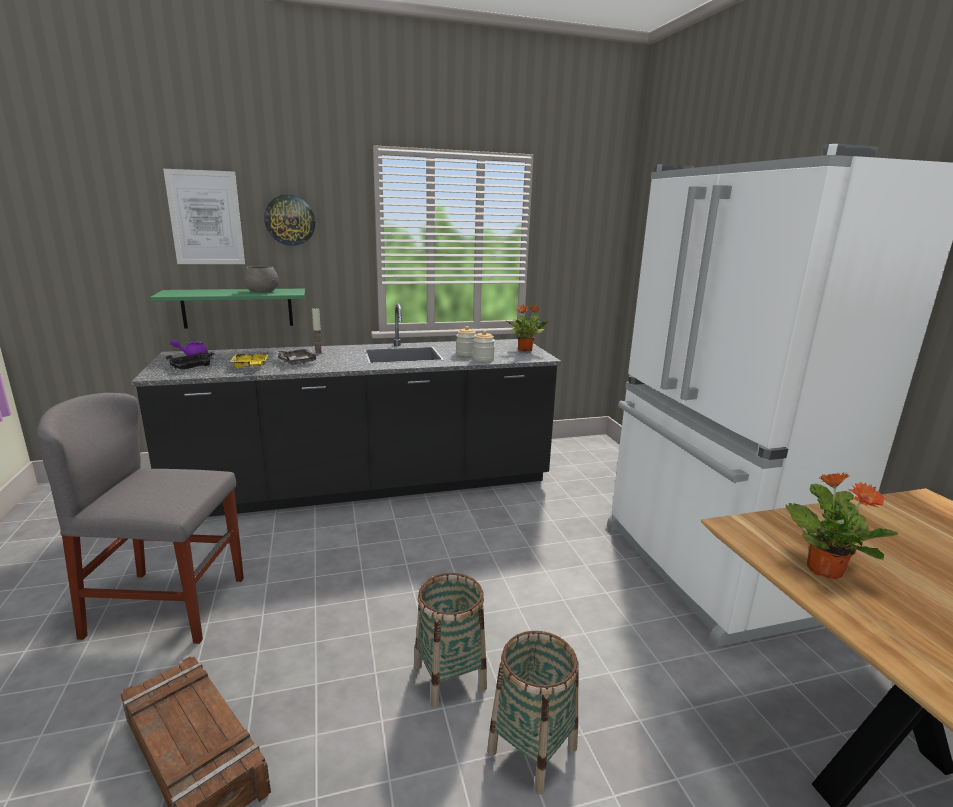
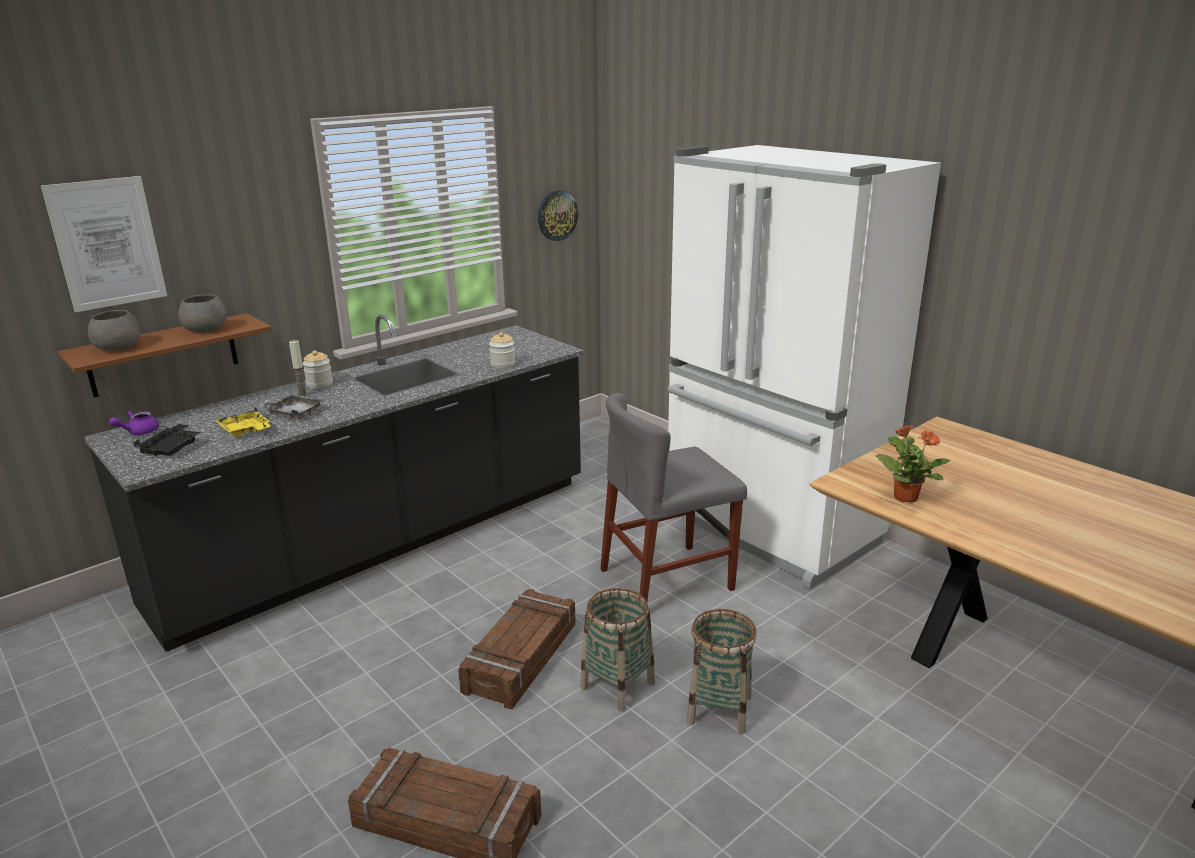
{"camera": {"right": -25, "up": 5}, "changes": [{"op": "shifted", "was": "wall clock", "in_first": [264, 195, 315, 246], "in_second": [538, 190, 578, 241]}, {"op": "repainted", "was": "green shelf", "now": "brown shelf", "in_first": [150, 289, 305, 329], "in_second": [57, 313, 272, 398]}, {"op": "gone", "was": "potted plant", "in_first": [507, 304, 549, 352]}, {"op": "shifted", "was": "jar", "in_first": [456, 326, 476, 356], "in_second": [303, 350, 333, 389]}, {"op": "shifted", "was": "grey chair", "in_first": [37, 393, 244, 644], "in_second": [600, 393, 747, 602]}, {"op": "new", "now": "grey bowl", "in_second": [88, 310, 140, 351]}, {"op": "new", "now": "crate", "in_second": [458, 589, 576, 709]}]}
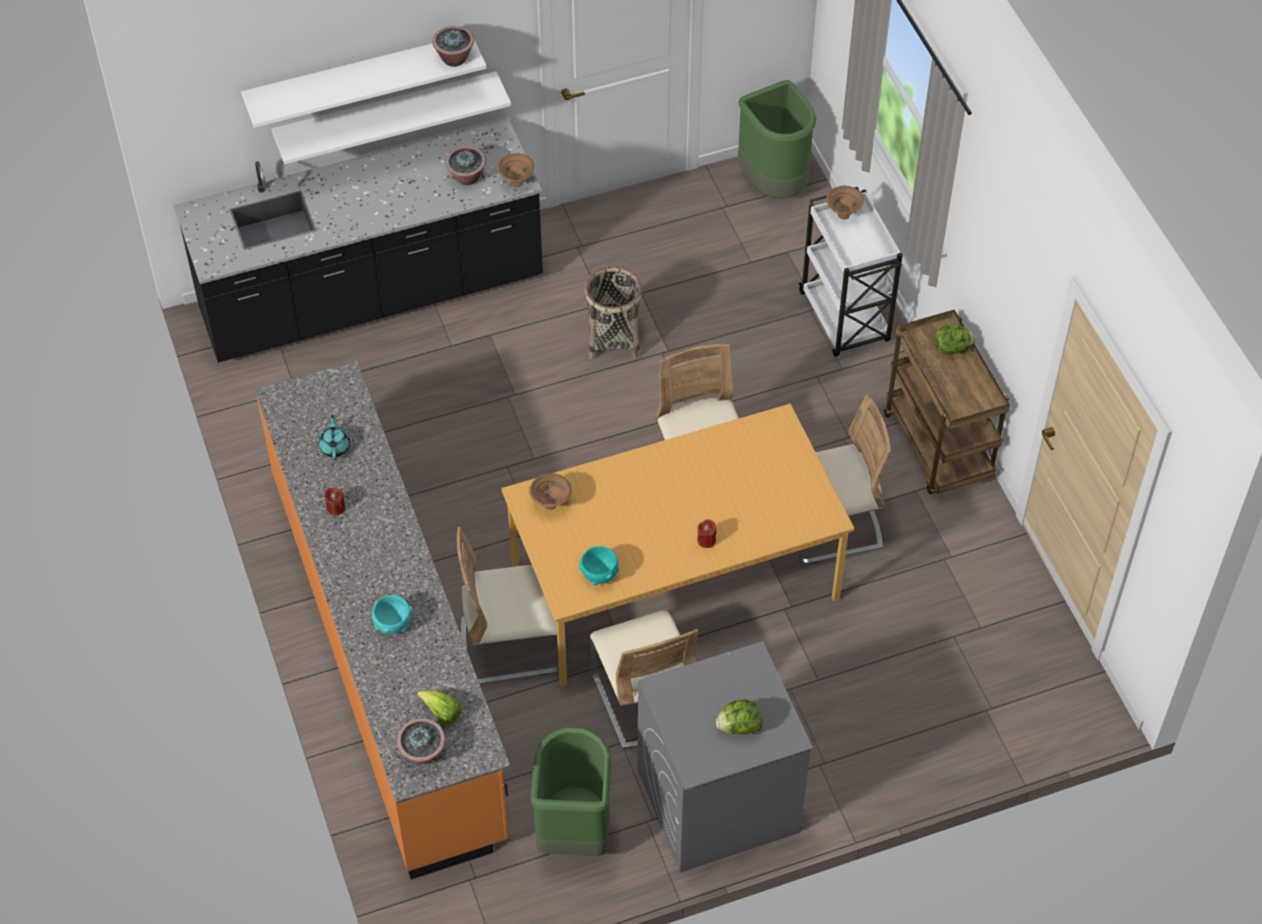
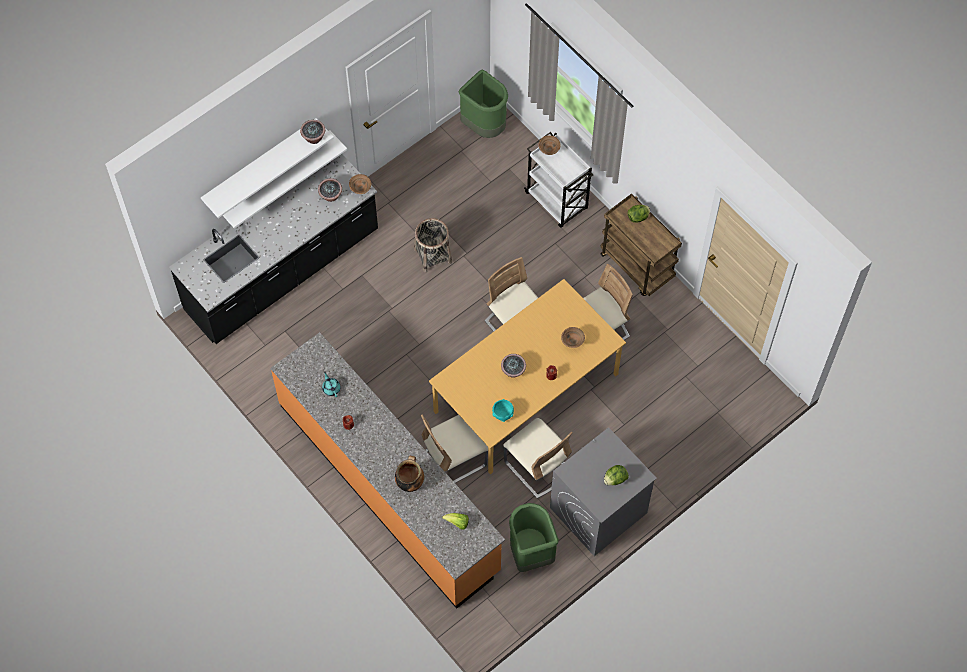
{"camera": {"right": -20, "up": 10}, "changes": [{"op": "shifted", "was": "brown bowl", "in_first": [529, 473, 572, 510], "in_second": [561, 327, 585, 348]}, {"op": "swapped", "was": "turquoise bowl", "now": "cooking pot", "in_first": [372, 595, 412, 634], "in_second": [395, 455, 424, 492]}, {"op": "shifted", "was": "potted plant", "in_first": [397, 718, 445, 765], "in_second": [501, 354, 526, 378]}]}
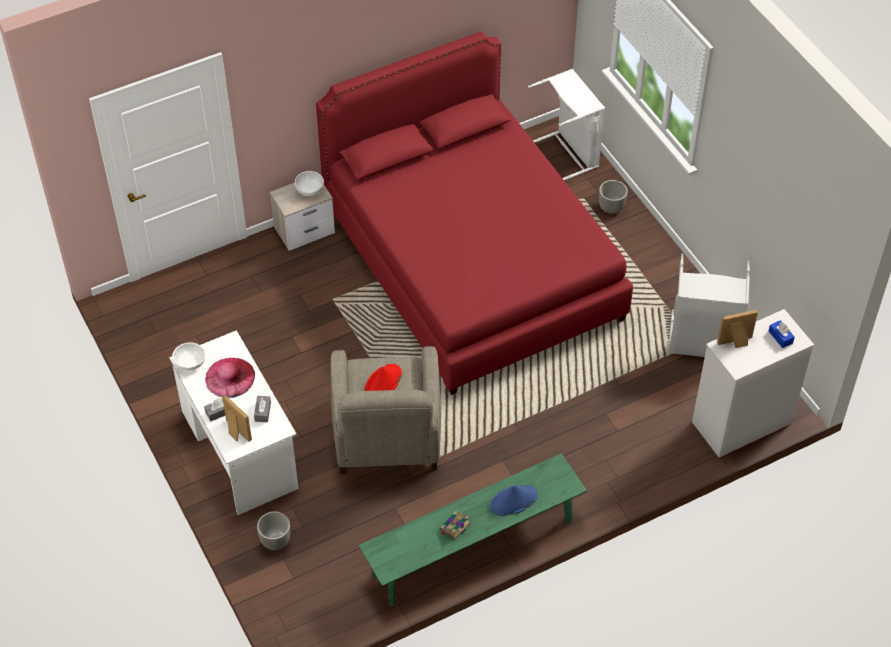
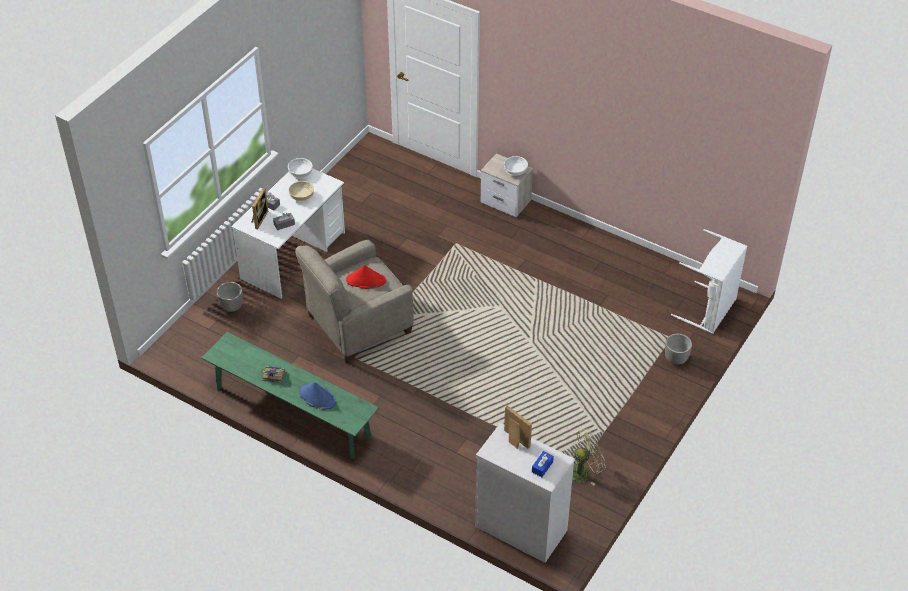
{"camera": {"right": 60, "up": -5}, "changes": [{"op": "gone", "was": "red bed", "in_first": [316, 31, 633, 395]}, {"op": "swapped", "was": "grey laundry basket", "now": "green fan", "in_first": [668, 254, 750, 357], "in_second": [572, 429, 606, 485]}, {"op": "swapped", "was": "pink hat", "now": "beige bowl", "in_first": [205, 358, 255, 398], "in_second": [288, 181, 314, 201]}]}
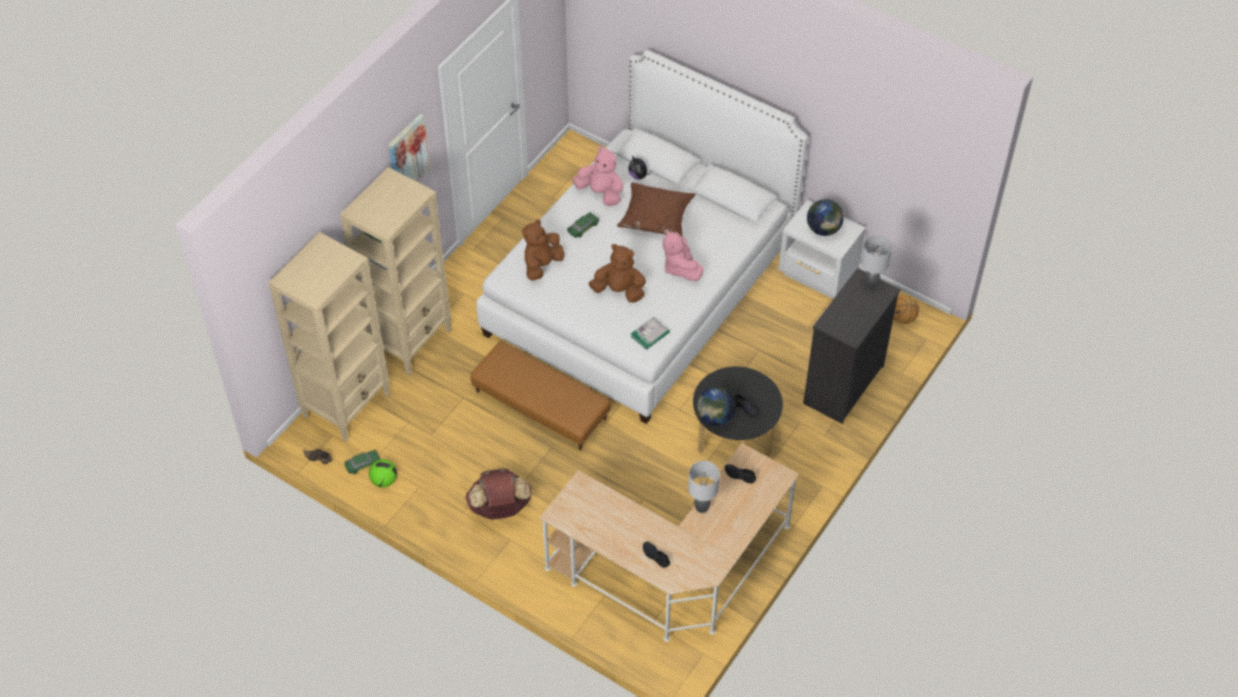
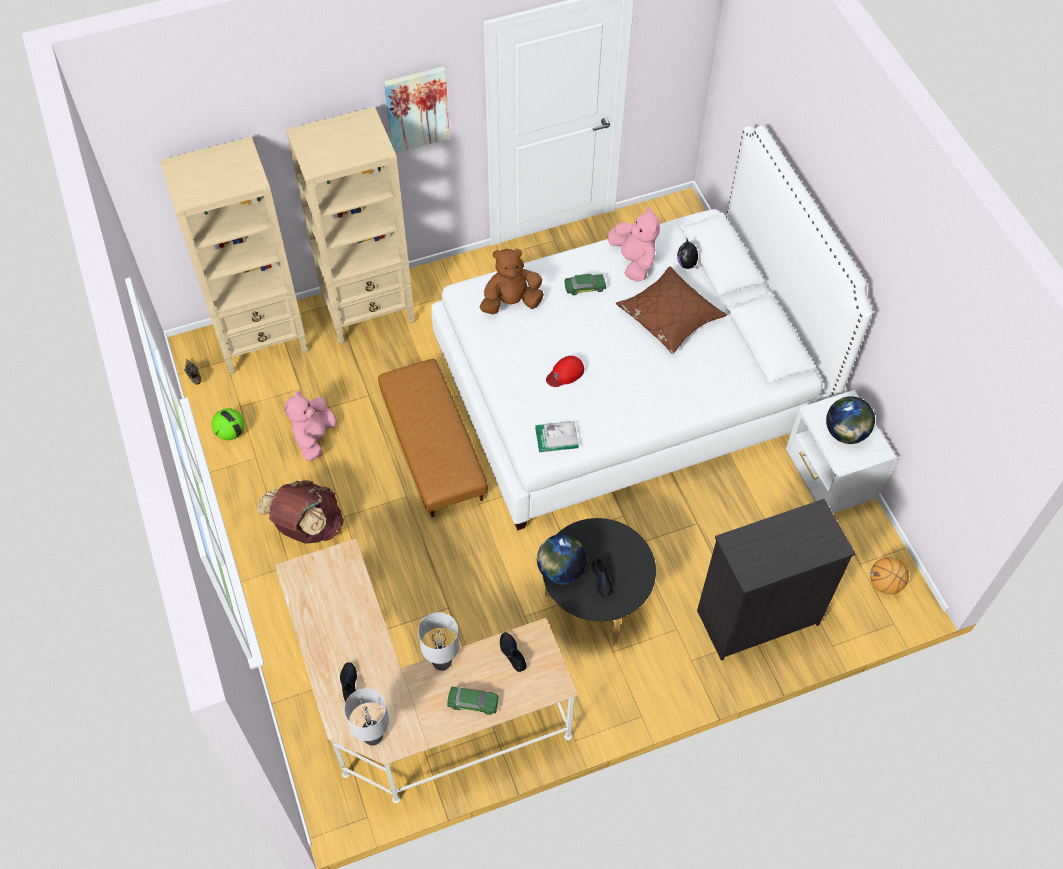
{"camera": {"right": 35, "up": 5}, "changes": [{"op": "shifted", "was": "pink plush toy", "in_first": [663, 229, 703, 281], "in_second": [285, 391, 337, 461]}, {"op": "shifted", "was": "grey table lamp", "in_first": [861, 235, 892, 289], "in_second": [344, 688, 389, 746]}, {"op": "swapped", "was": "brown plush toy", "now": "red cap", "in_first": [589, 244, 646, 303], "in_second": [546, 356, 584, 387]}, {"op": "shifted", "was": "green toy car", "in_first": [344, 450, 380, 474], "in_second": [447, 687, 498, 715]}]}
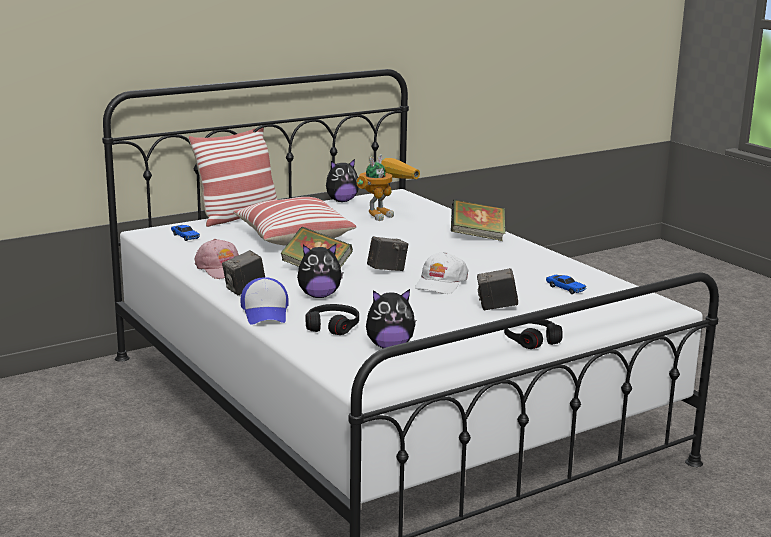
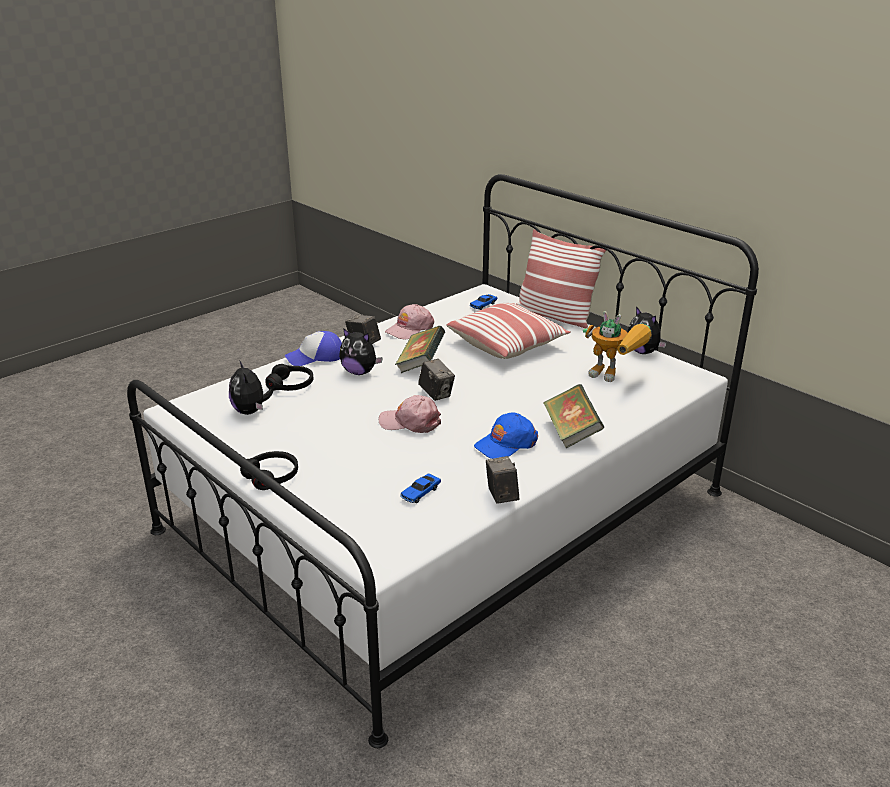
{"camera": {"right": 80, "up": 10}, "changes": [{"op": "rotated", "was": "plush toy", "in_first": [297, 244, 343, 298], "in_second": [339, 328, 383, 375], "clockwise": -45}, {"op": "repainted", "was": "white cap", "now": "pink cap", "in_first": [415, 252, 469, 294], "in_second": [379, 395, 441, 433]}, {"op": "shifted", "was": "photo camera", "in_first": [477, 268, 518, 310], "in_second": [486, 456, 519, 504]}, {"op": "new", "now": "blue cap", "in_second": [474, 412, 538, 459]}]}
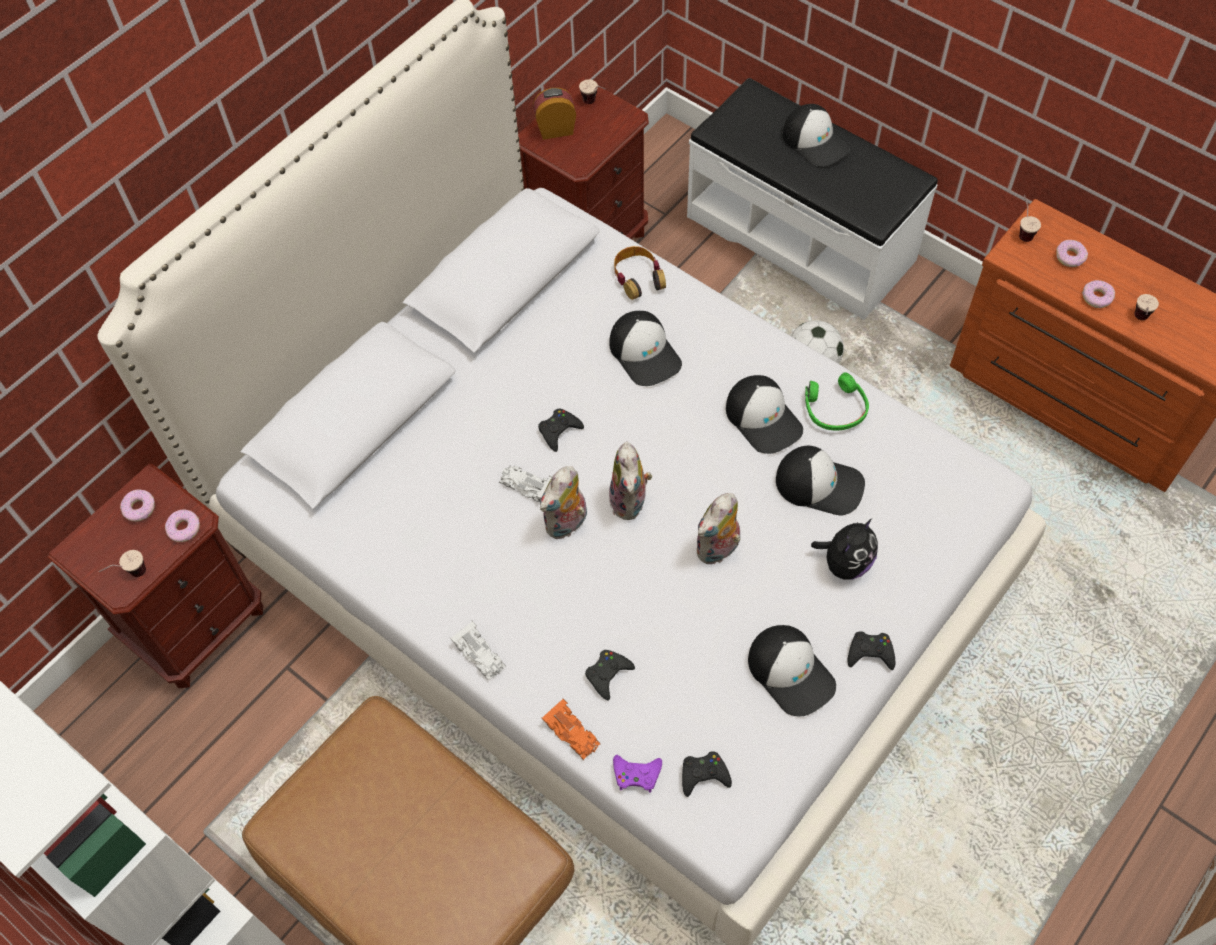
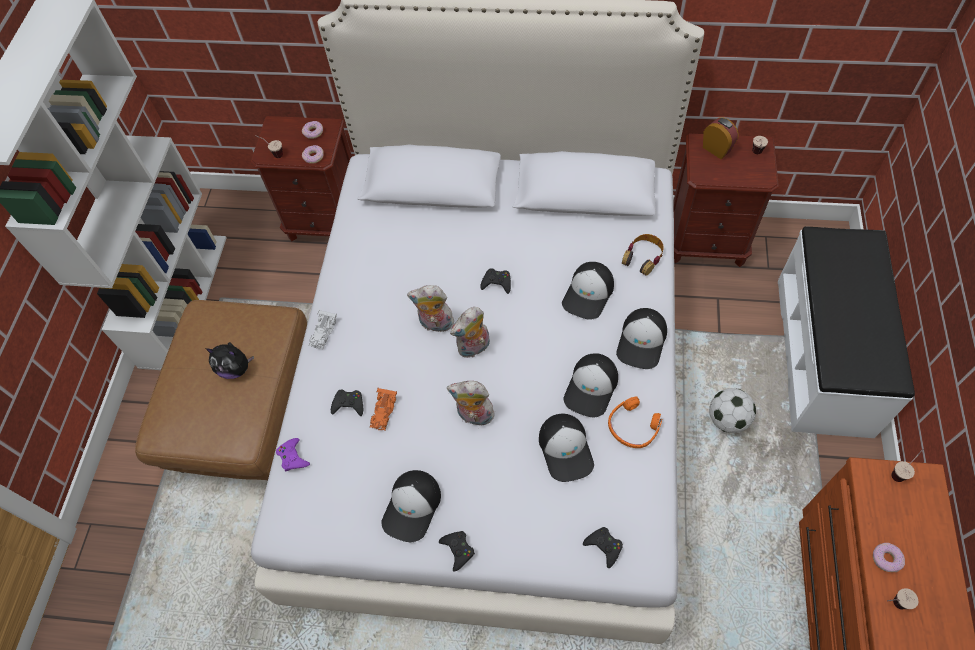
{"camera": {"right": 60, "up": 0}, "changes": [{"op": "shifted", "was": "cap", "in_first": [783, 104, 850, 167], "in_second": [616, 308, 667, 369]}, {"op": "gone", "was": "donut", "in_first": [1056, 240, 1088, 267]}, {"op": "repainted", "was": "green headphones", "now": "orange headphones", "in_first": [805, 372, 869, 430], "in_second": [608, 396, 662, 448]}, {"op": "gone", "was": "white toy car", "in_first": [499, 466, 552, 502]}, {"op": "shifted", "was": "plush toy", "in_first": [811, 519, 878, 580], "in_second": [205, 342, 254, 379]}, {"op": "shifted", "was": "orange toy car", "in_first": [541, 699, 601, 760], "in_second": [370, 388, 397, 430]}, {"op": "shifted", "was": "black game controller", "in_first": [682, 751, 732, 797], "in_second": [583, 527, 623, 568]}]}
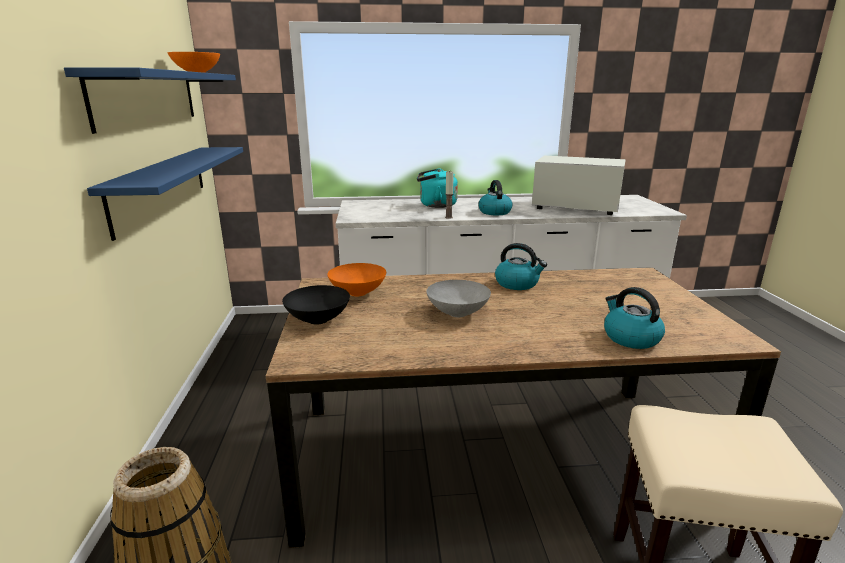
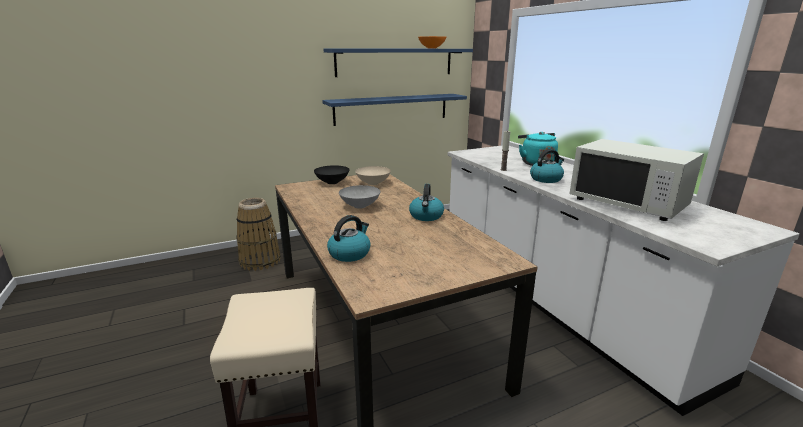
{"camera": {"right": 70, "up": 0}, "changes": [{"op": "rotated", "was": "white microwave", "in_first": [532, 156, 626, 215], "in_second": [569, 139, 704, 221], "clockwise": 135}, {"op": "repainted", "was": "orange bowl", "now": "beige bowl", "in_first": [327, 263, 386, 296], "in_second": [355, 166, 391, 185]}]}
